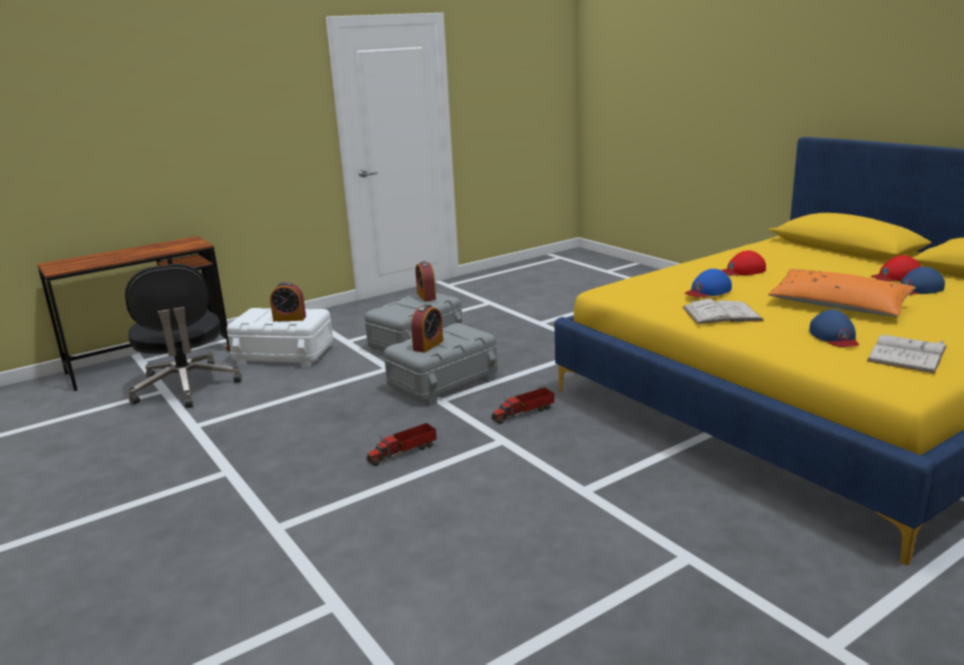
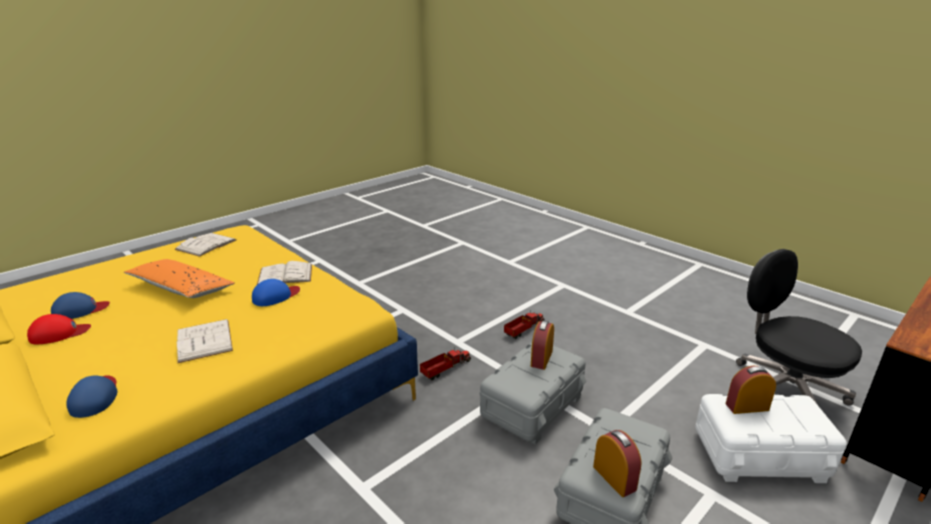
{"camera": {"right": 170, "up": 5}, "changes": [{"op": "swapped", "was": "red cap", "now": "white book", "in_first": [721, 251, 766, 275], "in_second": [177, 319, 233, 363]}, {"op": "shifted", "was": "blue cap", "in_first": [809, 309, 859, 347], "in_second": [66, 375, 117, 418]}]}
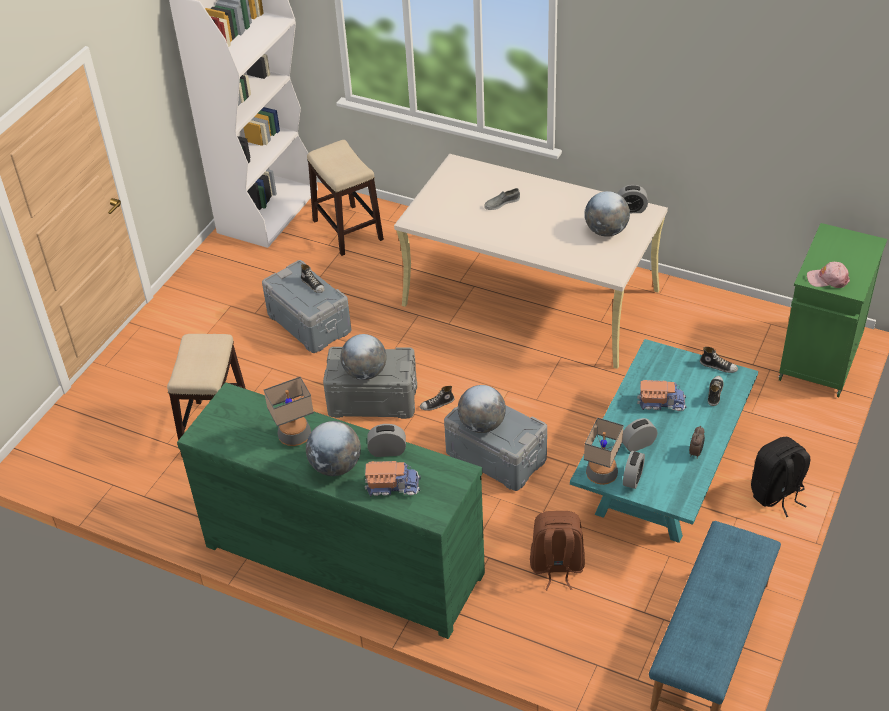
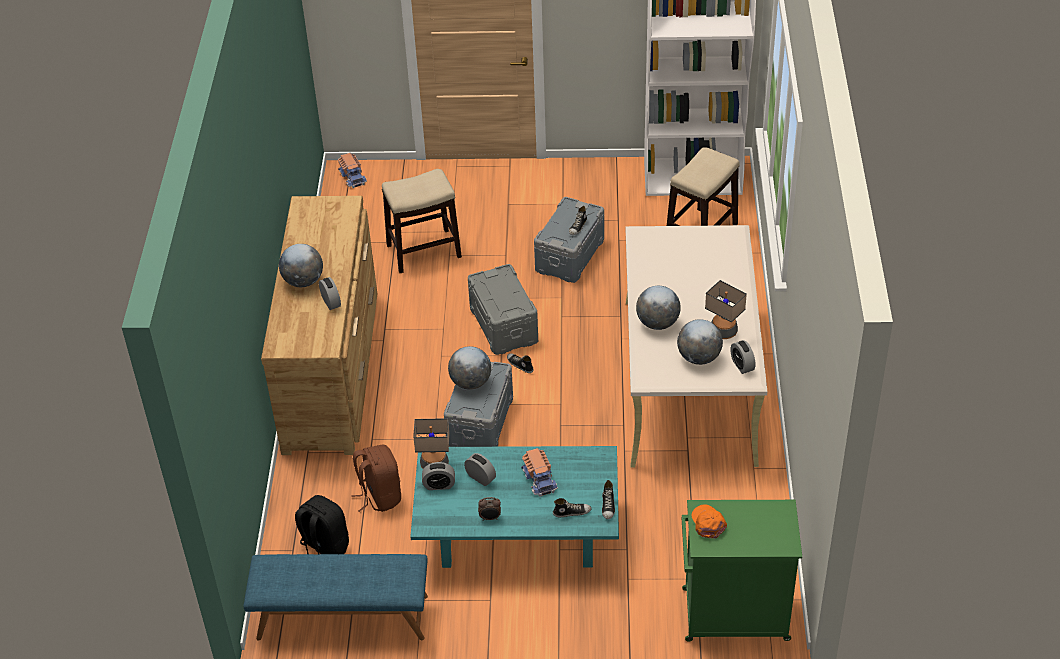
{"camera": {"right": 65, "up": 0}, "changes": [{"op": "gone", "was": "grey shoe", "in_first": [484, 188, 520, 210]}, {"op": "repainted", "was": "pink cap", "now": "orange cap", "in_first": [807, 262, 850, 288], "in_second": [692, 504, 727, 539]}, {"op": "shifted", "was": "globe", "in_first": [340, 334, 387, 380], "in_second": [636, 286, 681, 330]}, {"op": "shifted", "was": "table lamp", "in_first": [264, 377, 314, 446], "in_second": [705, 280, 747, 339]}, {"op": "repainted", "was": "green dresser", "now": "brown dresser", "in_first": [177, 382, 485, 639], "in_second": [261, 196, 377, 455]}, {"op": "shifted", "was": "black backpack", "in_first": [751, 436, 810, 517], "in_second": [295, 495, 349, 554]}, {"op": "shifted", "was": "toy truck", "in_first": [365, 461, 421, 496], "in_second": [338, 153, 367, 188]}]}
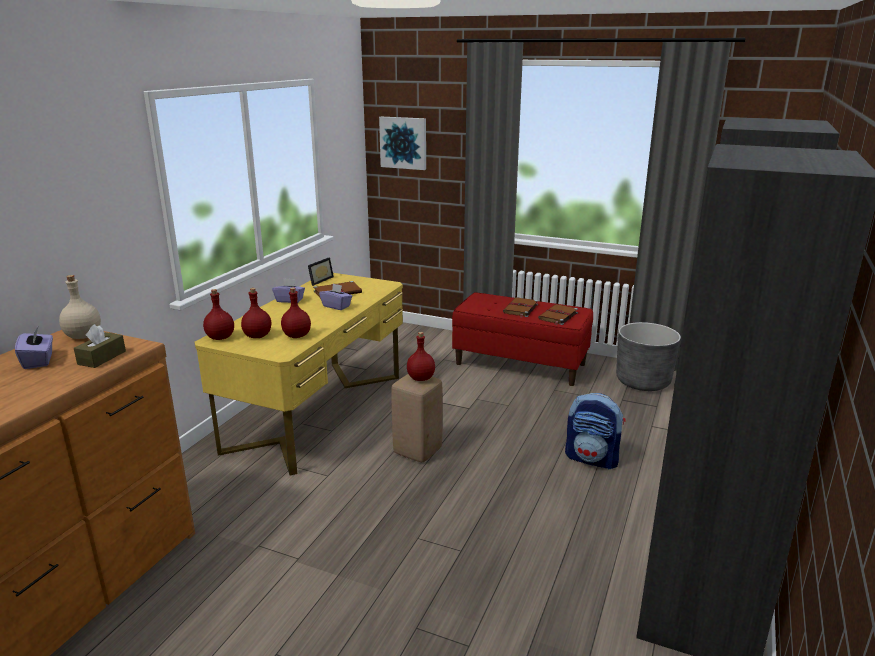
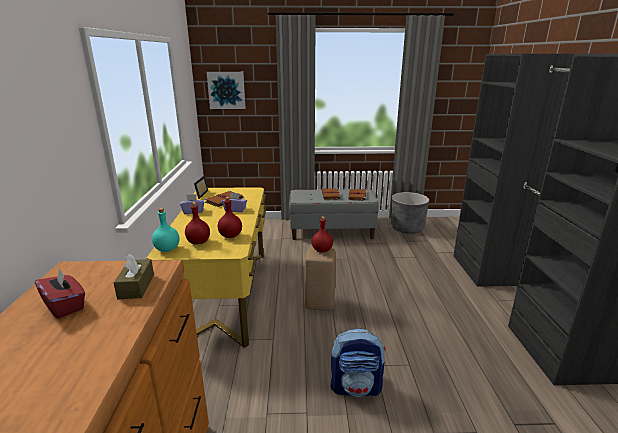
{"camera": {"right": -25, "up": 0}, "changes": [{"op": "gone", "was": "beige bottle", "in_first": [59, 275, 101, 339]}, {"op": "repainted", "was": "red bottle", "now": "turquoise bottle", "in_first": [203, 289, 234, 340], "in_second": [152, 208, 180, 252]}, {"op": "repainted", "was": "red bench", "now": "grey bench", "in_first": [452, 292, 593, 386], "in_second": [289, 189, 379, 240]}, {"op": "repainted", "was": "purple tissue box", "now": "red tissue box", "in_first": [15, 327, 53, 369], "in_second": [35, 268, 85, 319]}, {"op": "shifted", "was": "backpack", "in_first": [565, 393, 626, 469], "in_second": [331, 328, 386, 397]}]}
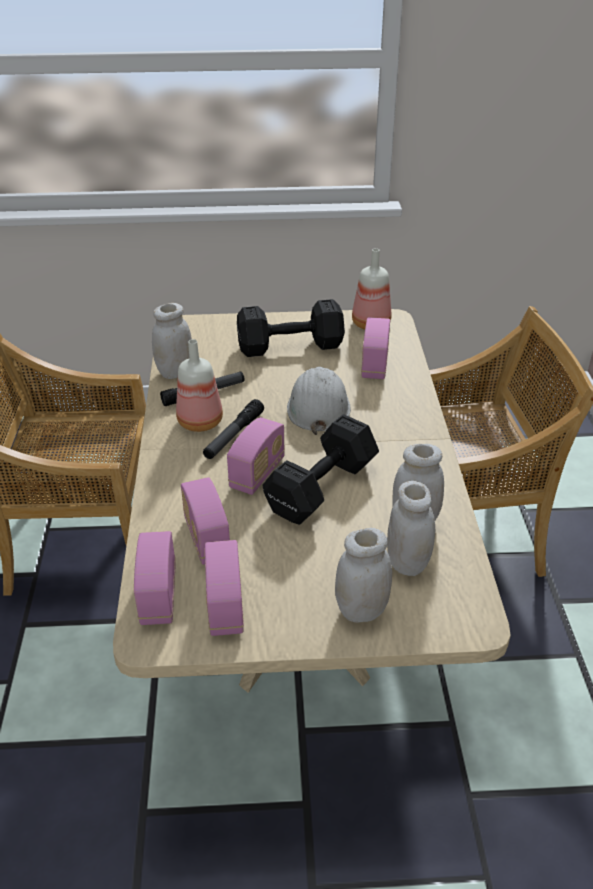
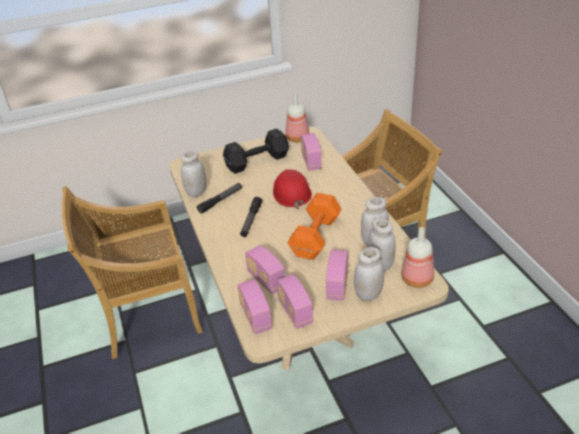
{"camera": {"right": -15, "up": 0}, "changes": [{"op": "shifted", "was": "bottle", "in_first": [176, 339, 223, 432], "in_second": [401, 227, 434, 288]}, {"op": "repainted", "was": "white hard hat", "now": "red hard hat", "in_first": [287, 367, 351, 435], "in_second": [273, 169, 312, 209]}, {"op": "repainted", "was": "black dumbbell", "now": "orange dumbbell", "in_first": [262, 414, 379, 525], "in_second": [287, 193, 342, 260]}, {"op": "shifted", "was": "radio", "in_first": [227, 417, 285, 495], "in_second": [326, 250, 349, 300]}]}
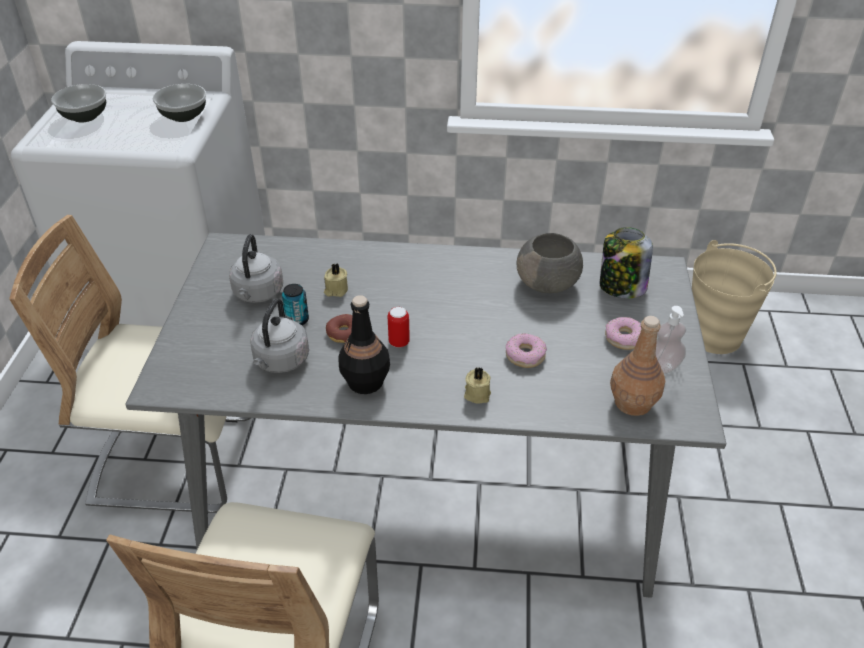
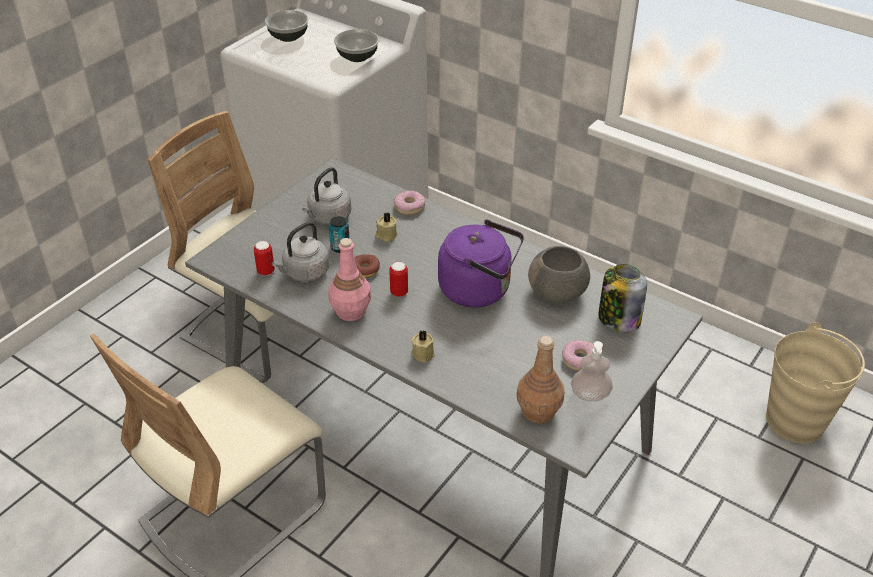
{"camera": {"right": 30, "up": 0}, "changes": [{"op": "repainted", "was": "black bottle", "now": "pink bottle", "in_first": [338, 295, 390, 394], "in_second": [328, 238, 371, 321]}, {"op": "shifted", "was": "donut", "in_first": [506, 333, 547, 368], "in_second": [394, 191, 426, 215]}, {"op": "new", "now": "purple kettle", "in_second": [438, 220, 524, 307]}, {"op": "new", "now": "can", "in_second": [254, 241, 275, 276]}]}
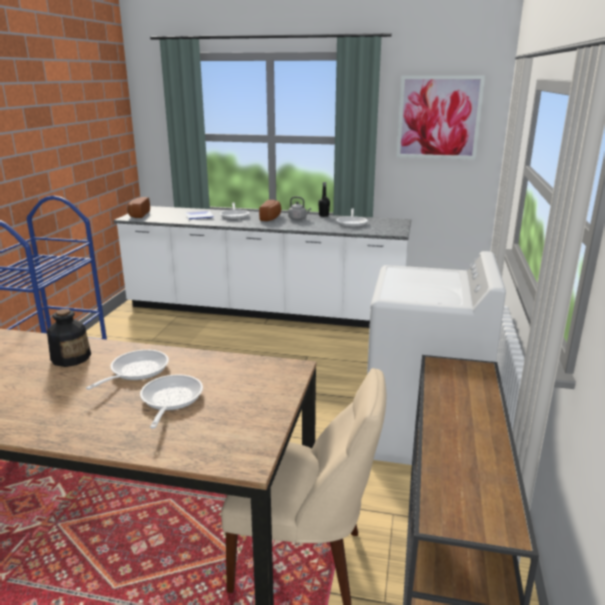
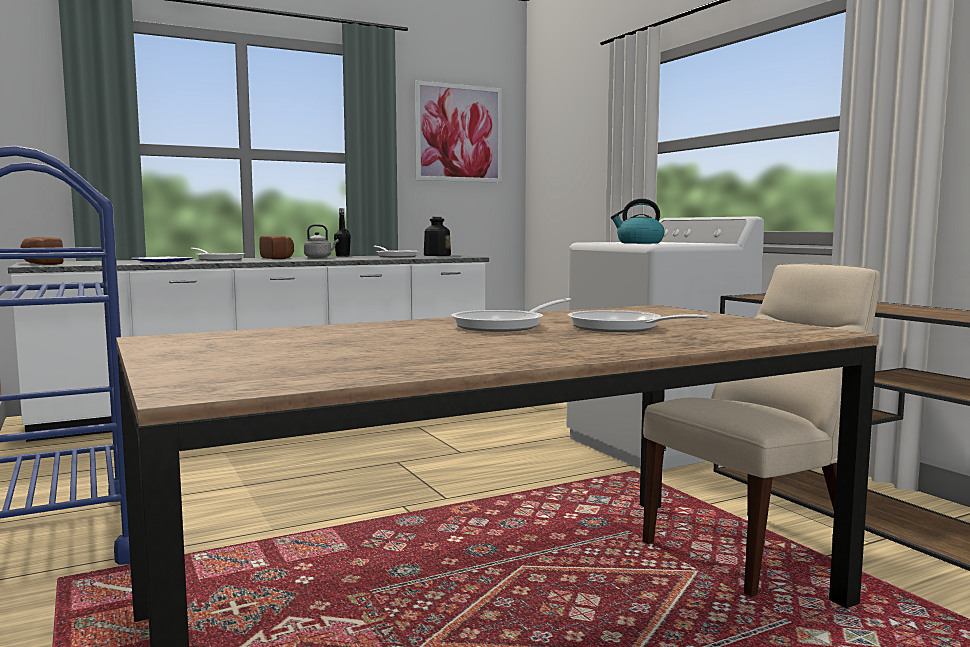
{"camera": {"right": -40, "up": -15}, "changes": [{"op": "shifted", "was": "bottle", "in_first": [47, 309, 91, 367], "in_second": [424, 217, 451, 256]}, {"op": "rotated", "was": "frying pan", "in_first": [86, 350, 169, 390], "in_second": [451, 298, 572, 332], "clockwise": -120}, {"op": "new", "now": "kettle", "in_second": [611, 199, 664, 244]}]}
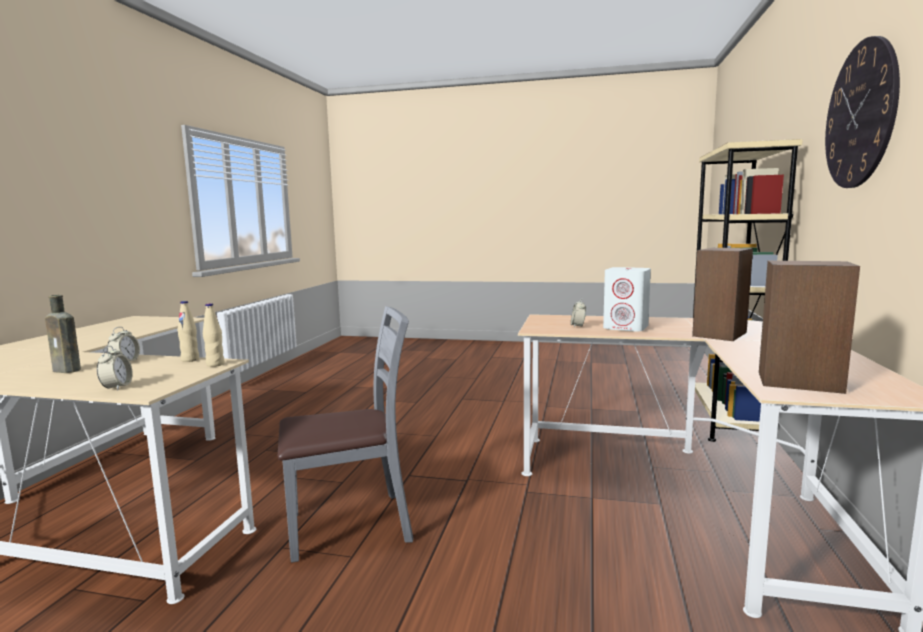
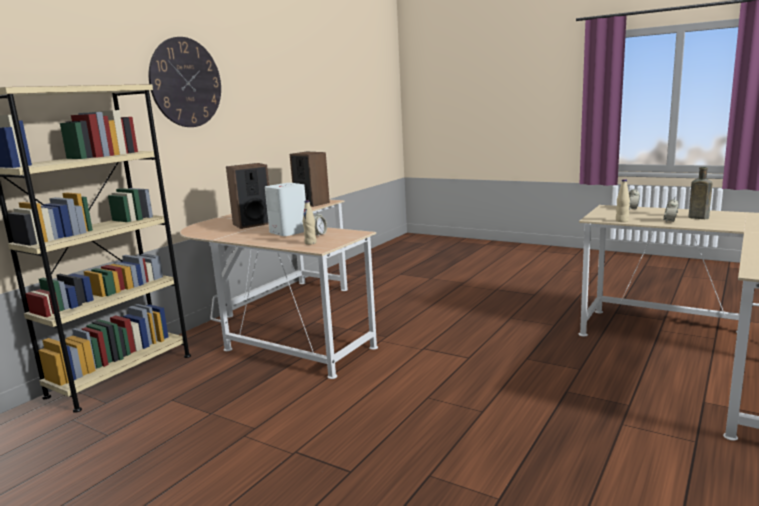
{"camera": {"right": -160, "up": 5}, "changes": [{"op": "shifted", "was": "beige bottle", "in_first": [203, 303, 225, 367], "in_second": [303, 200, 316, 245]}, {"op": "gone", "was": "grey chair", "in_first": [278, 306, 413, 563]}]}
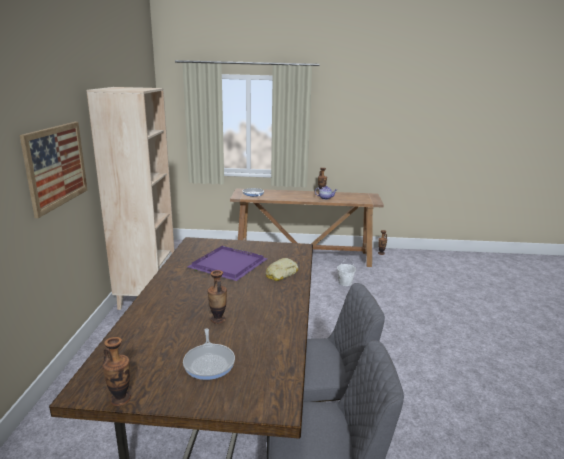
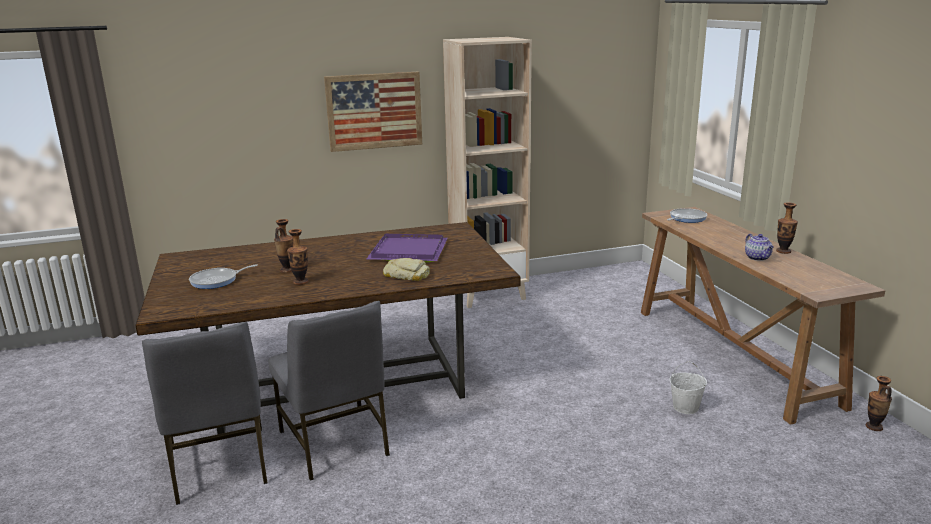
{"camera": {"right": 70, "up": 0}, "changes": [{"op": "shifted", "was": "vase", "in_first": [102, 337, 131, 406], "in_second": [287, 229, 309, 285]}]}
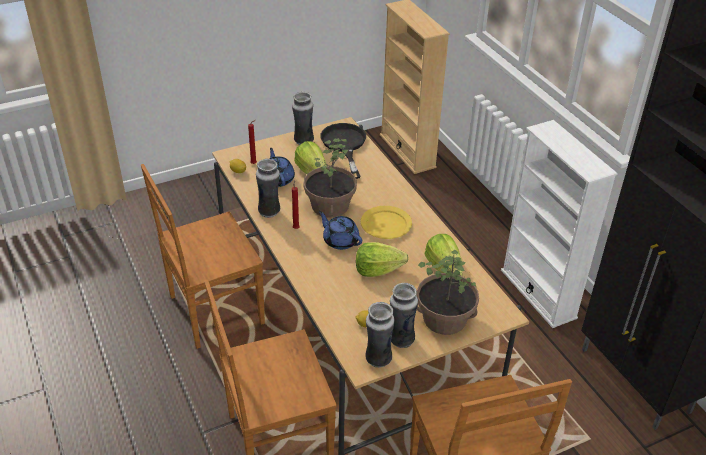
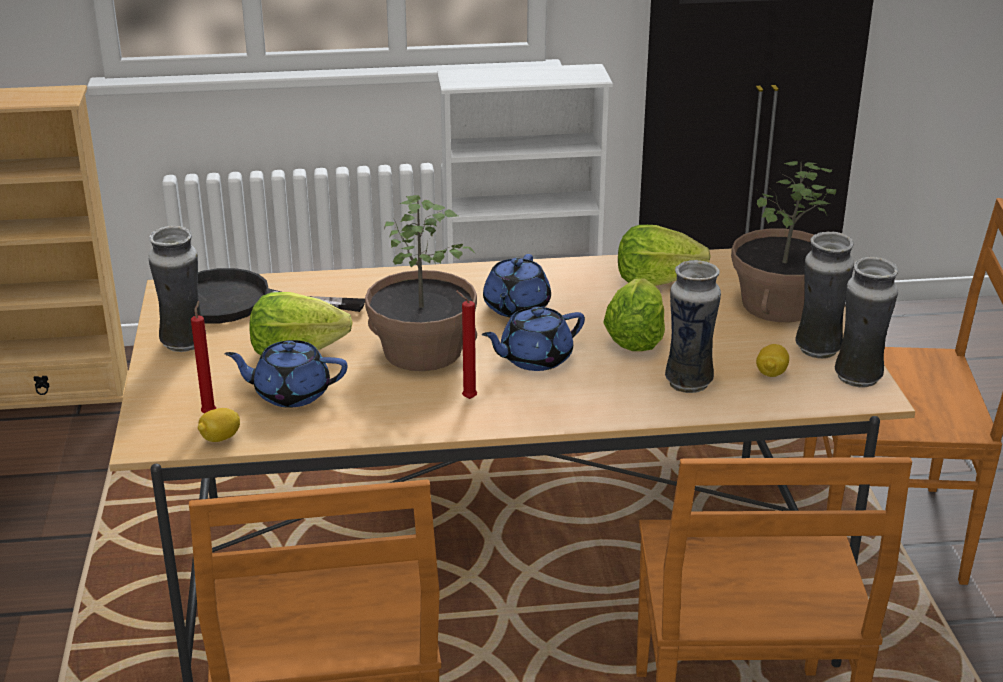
{"camera": {"right": -70, "up": -10}, "changes": [{"op": "shifted", "was": "vase", "in_first": [256, 158, 280, 218], "in_second": [665, 260, 721, 393]}, {"op": "swapped", "was": "yellow plate", "now": "blue teapot", "in_first": [361, 206, 412, 239], "in_second": [483, 254, 551, 317]}]}
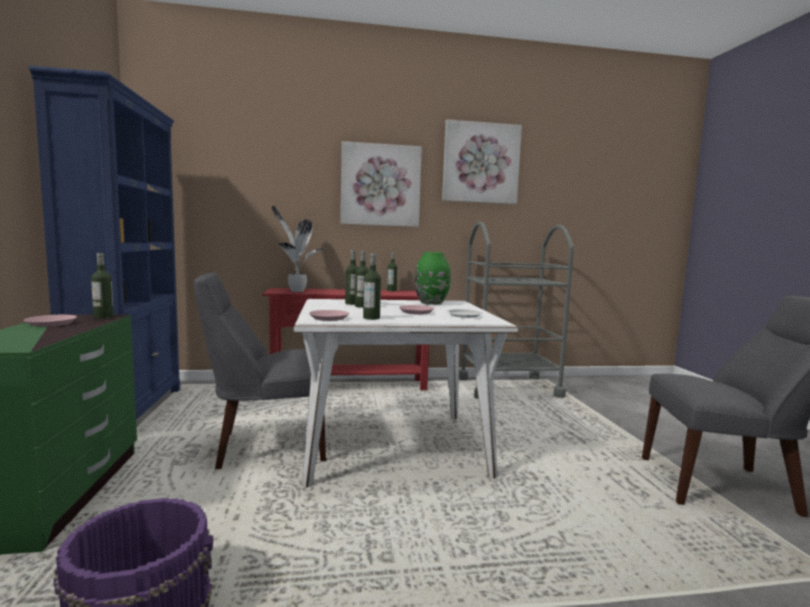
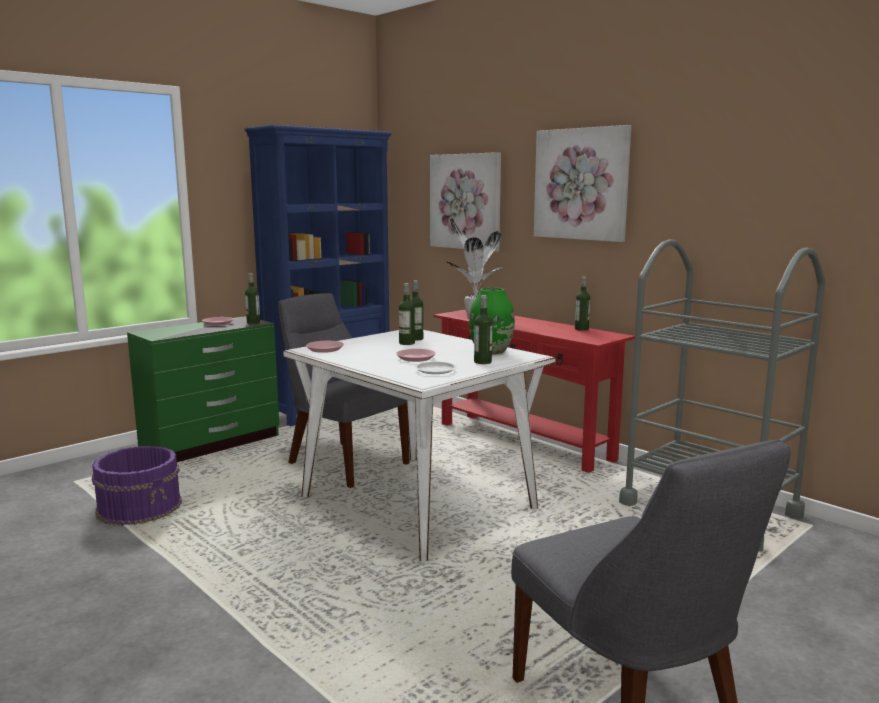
{"camera": {"right": 55, "up": 5}, "changes": [{"op": "shifted", "was": "picture", "in_first": [442, 119, 522, 204], "in_second": [430, 152, 501, 252]}, {"op": "shifted", "was": "bottle", "in_first": [363, 253, 381, 320], "in_second": [474, 295, 492, 364]}]}
